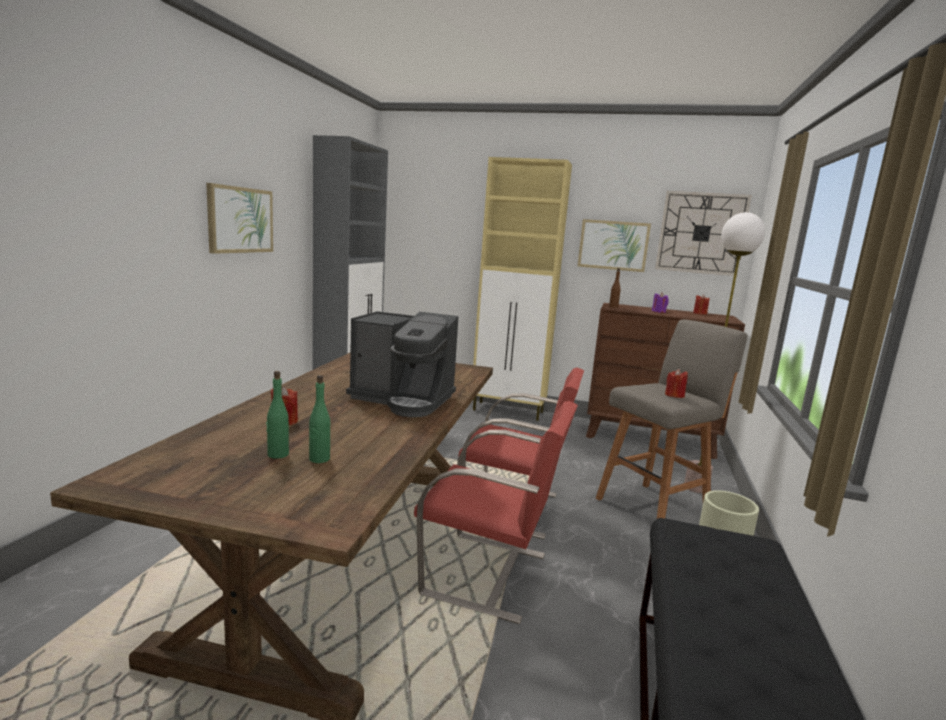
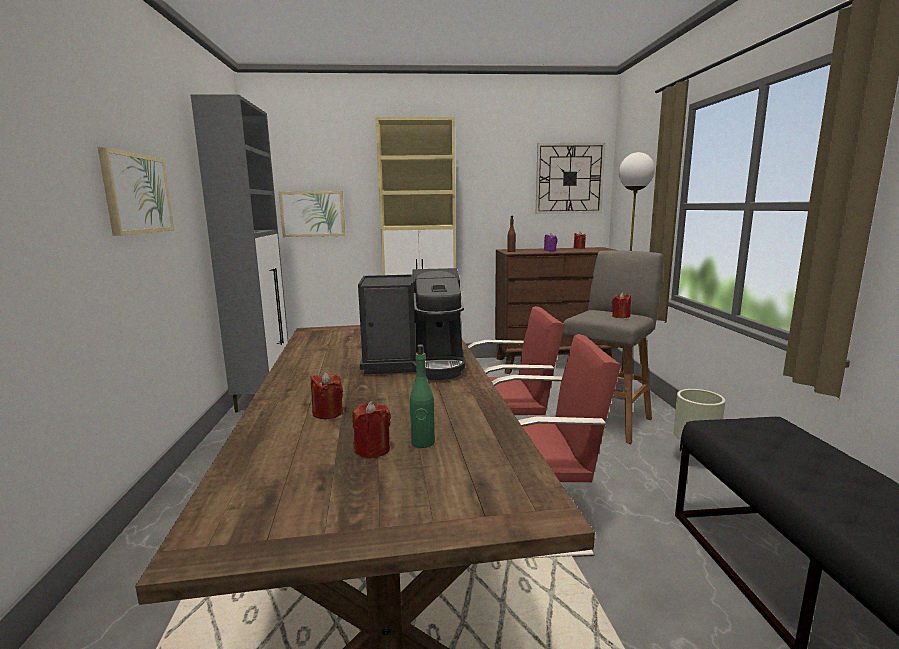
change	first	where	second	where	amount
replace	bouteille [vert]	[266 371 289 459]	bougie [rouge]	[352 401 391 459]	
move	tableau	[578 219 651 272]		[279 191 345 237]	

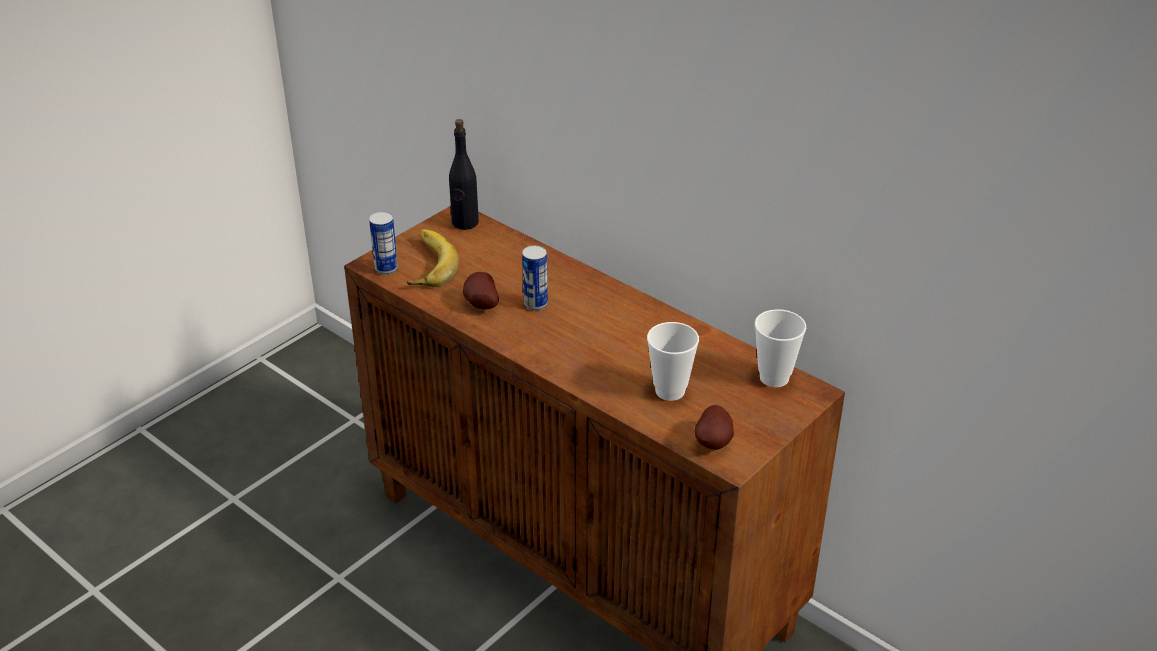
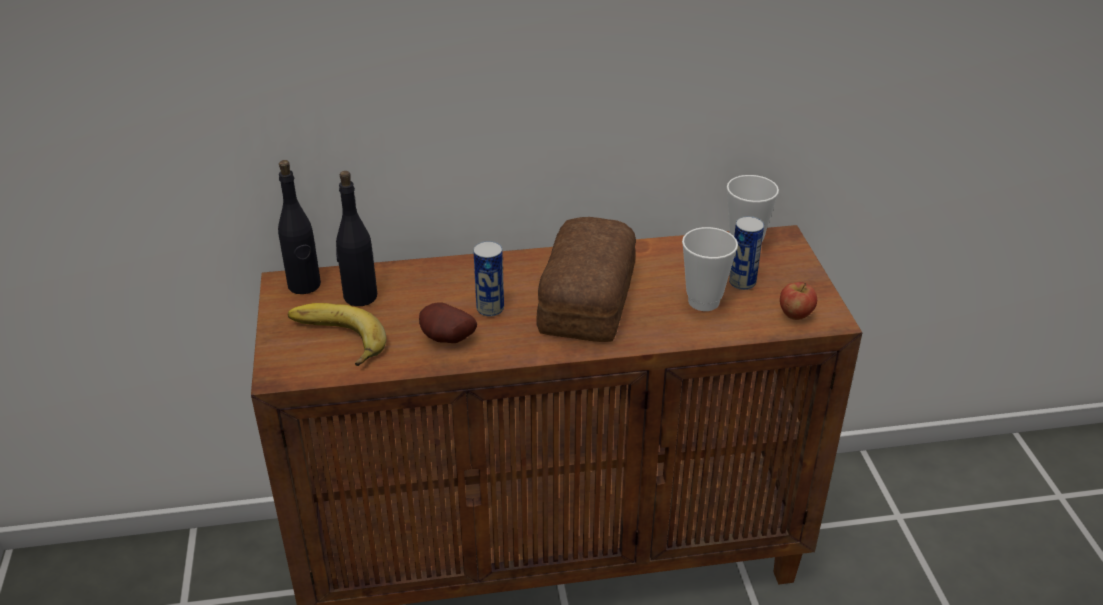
change	first	where	second	where	amount
move	boîte métallique	[369 211 398 275]		[729 216 764 290]	
replace	pomme de terre	[695 405 734 450]	pomme	[780 282 817 320]	
insert			bouteille [noir]	[336 171 377 306]	
insert			pain	[536 217 636 342]	

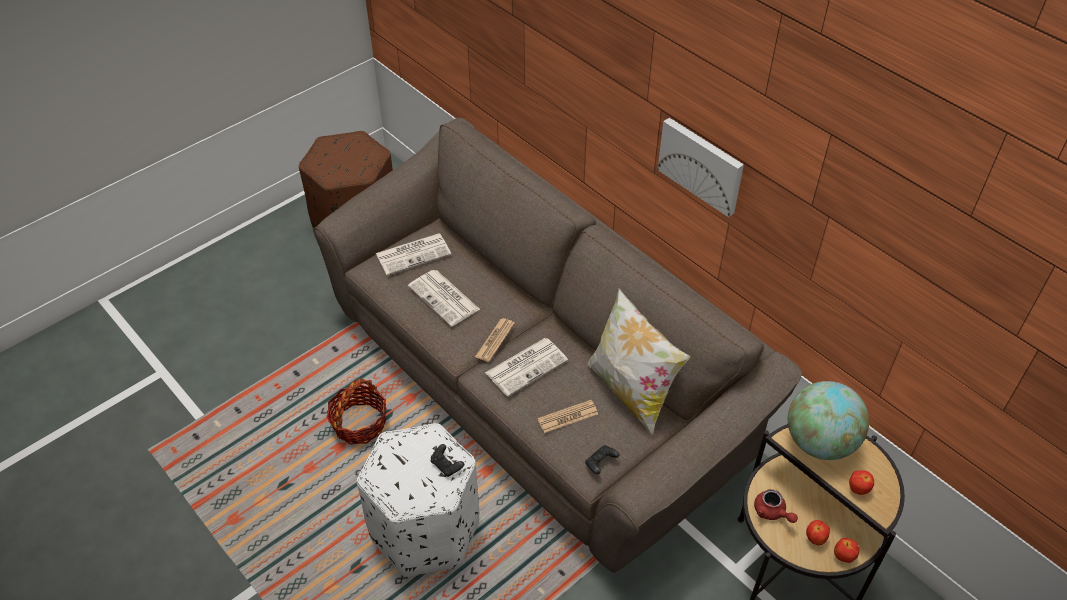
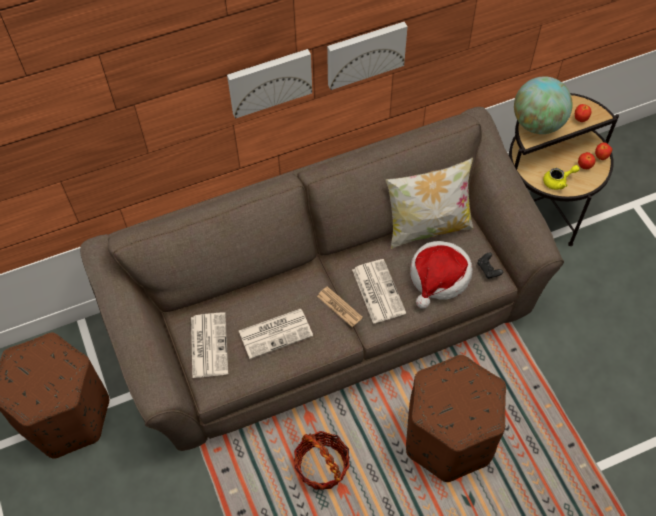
change	first	where	second	where	amount
recolor	pouf [blanc]	[357 423 479 577]	pouf [marron]	[406 355 506 482]	
delete	manette [noir]	[431 444 464 477]			
replace	journal	[537 400 598 433]	chapeau	[410 241 473 309]	
recolor	théière [rouge]	[754 489 798 523]	théière [jaune]	[543 165 580 190]	
insert			tableau	[227 49 312 119]	

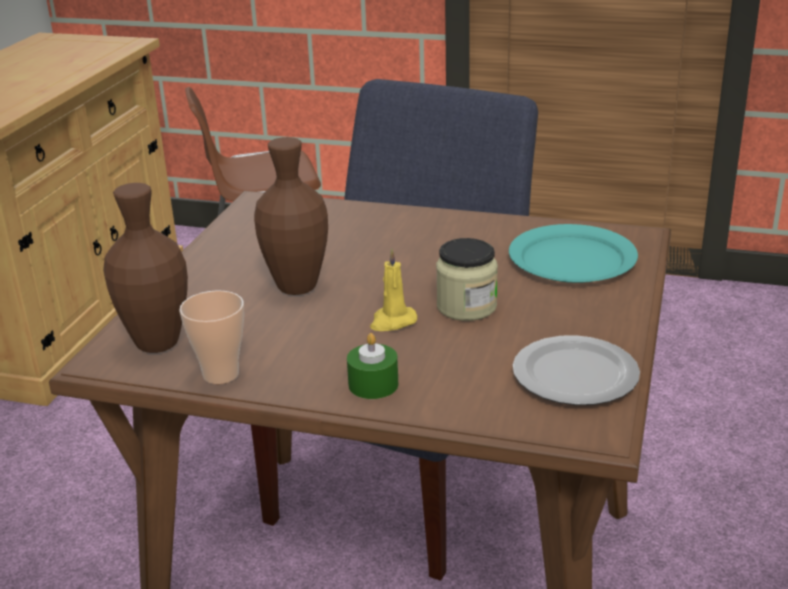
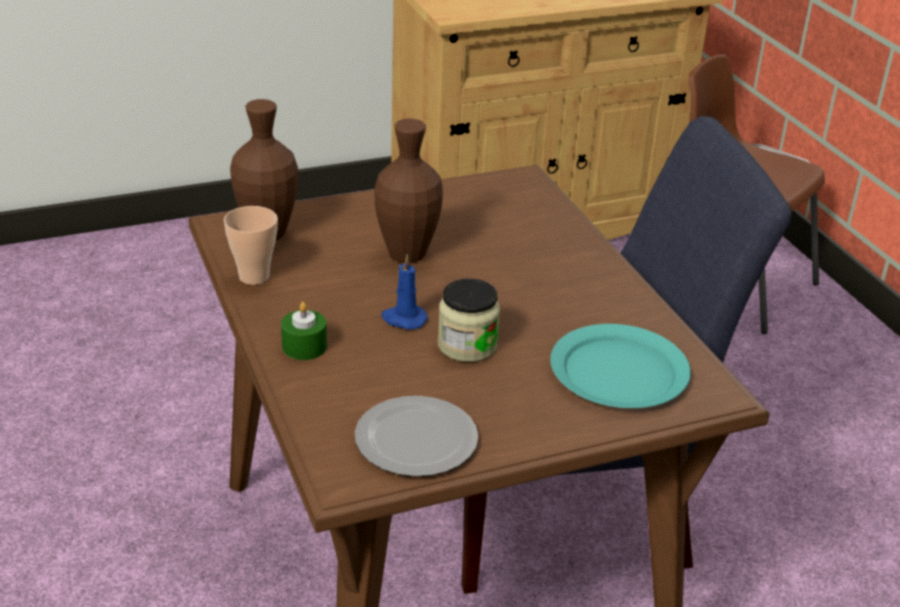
change	first	where	second	where	amount
recolor	bougie [jaune]	[370 248 417 331]	bougie [bleu]	[382 254 428 330]	

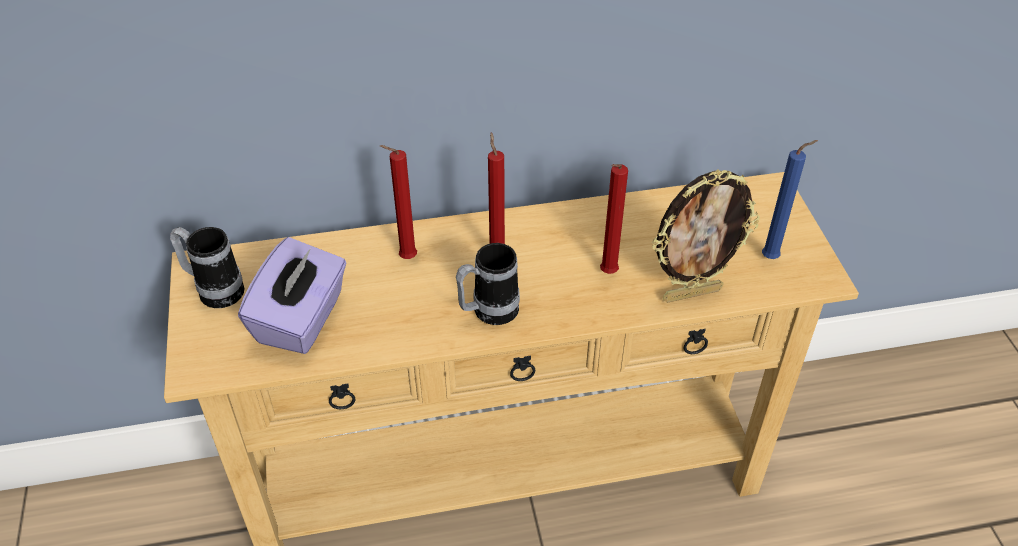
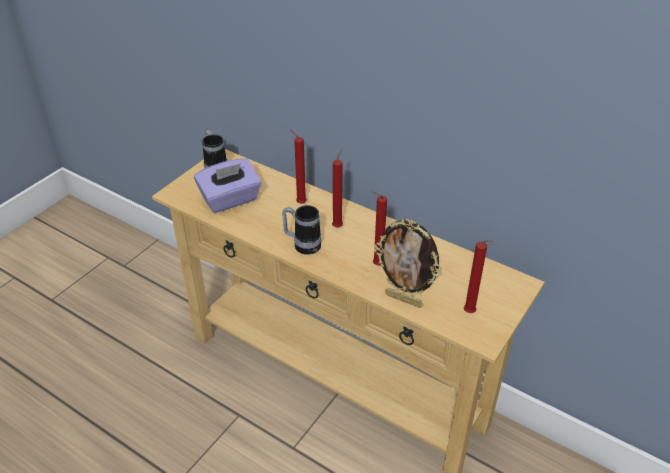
change	first	where	second	where	amount
recolor	bougie [bleu]	[762 140 818 259]	bougie [rouge]	[464 240 494 313]	

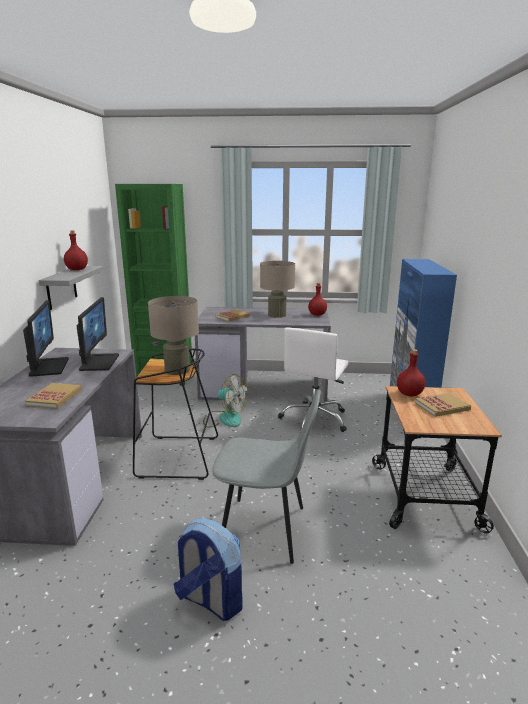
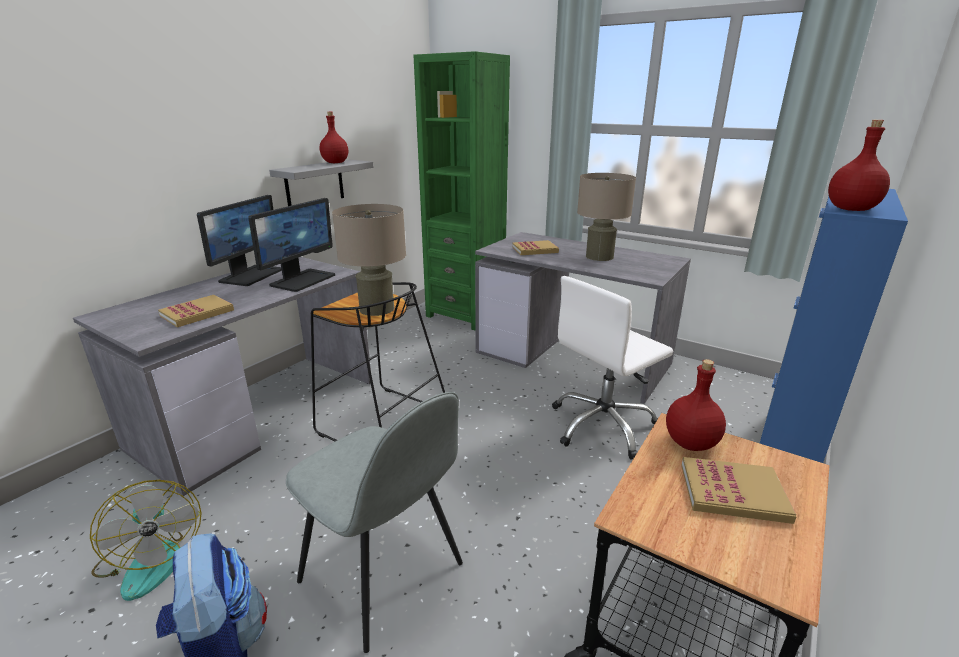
change	first	where	second	where	amount
move	ventilateur	[203 374 248 427]		[90 480 202 601]	
move	bouteille [rouge]	[308 283 327 316]		[828 120 890 211]	

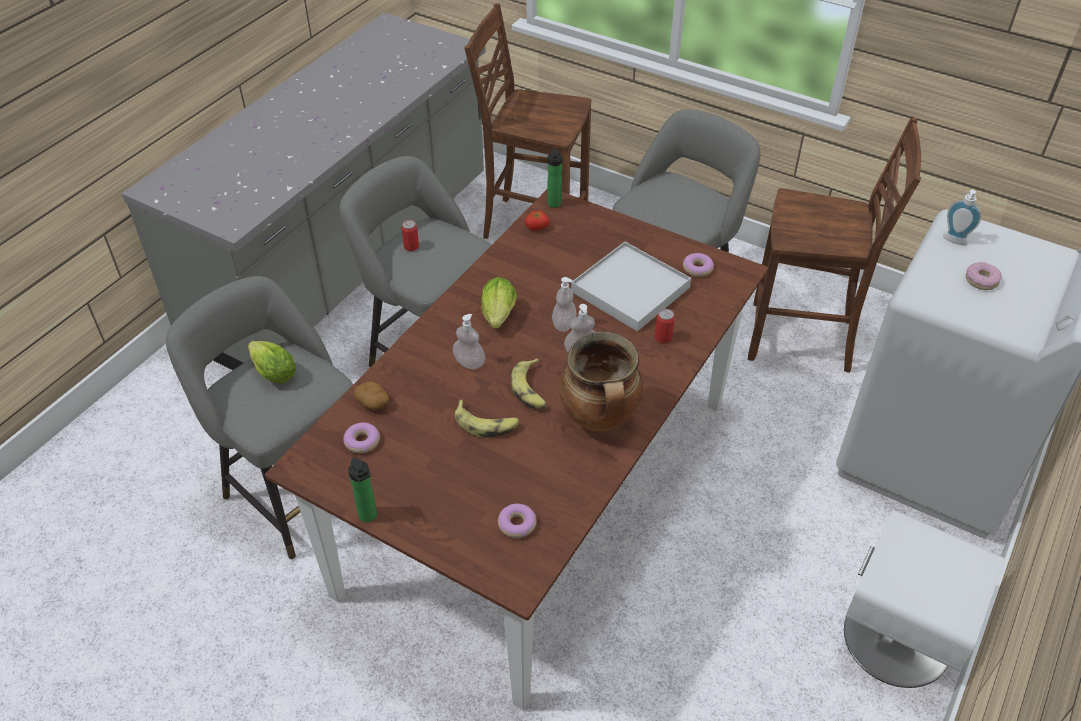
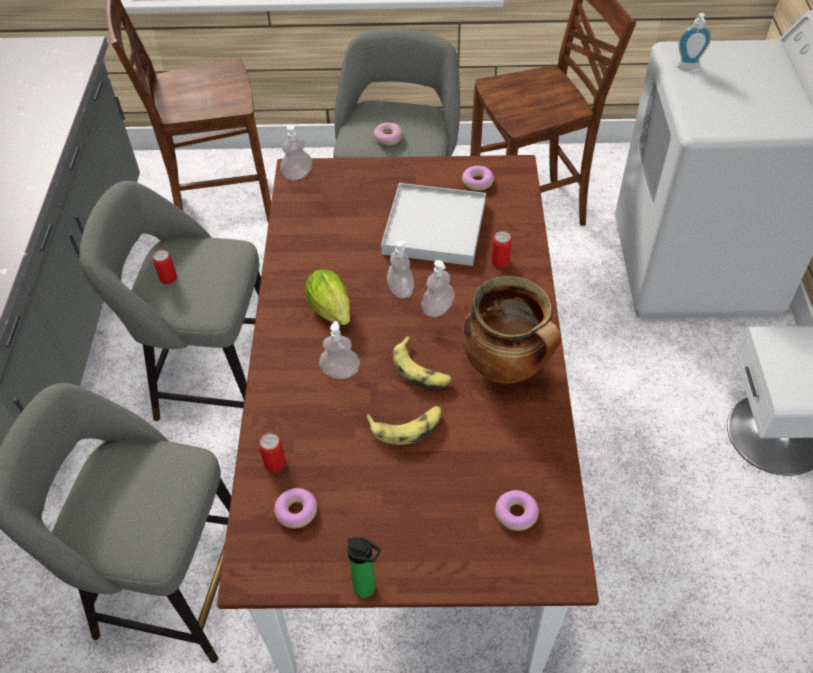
change	first	where	second	where	amount
delete	laitue	[248 341 297 383]			
replace	pomme de terre	[354 381 389 410]	boîte métallique	[259 433 286 472]	
delete	tomate	[525 210 550 231]			
replace	bouteille	[547 148 562 208]	distributeur de savon	[280 124 312 180]	
move	beignet	[966 262 1002 290]		[374 122 402 146]	

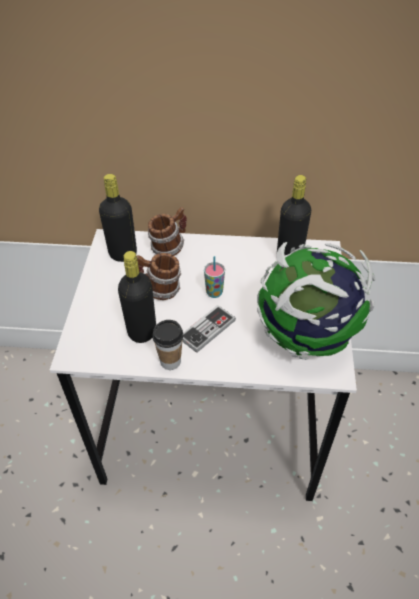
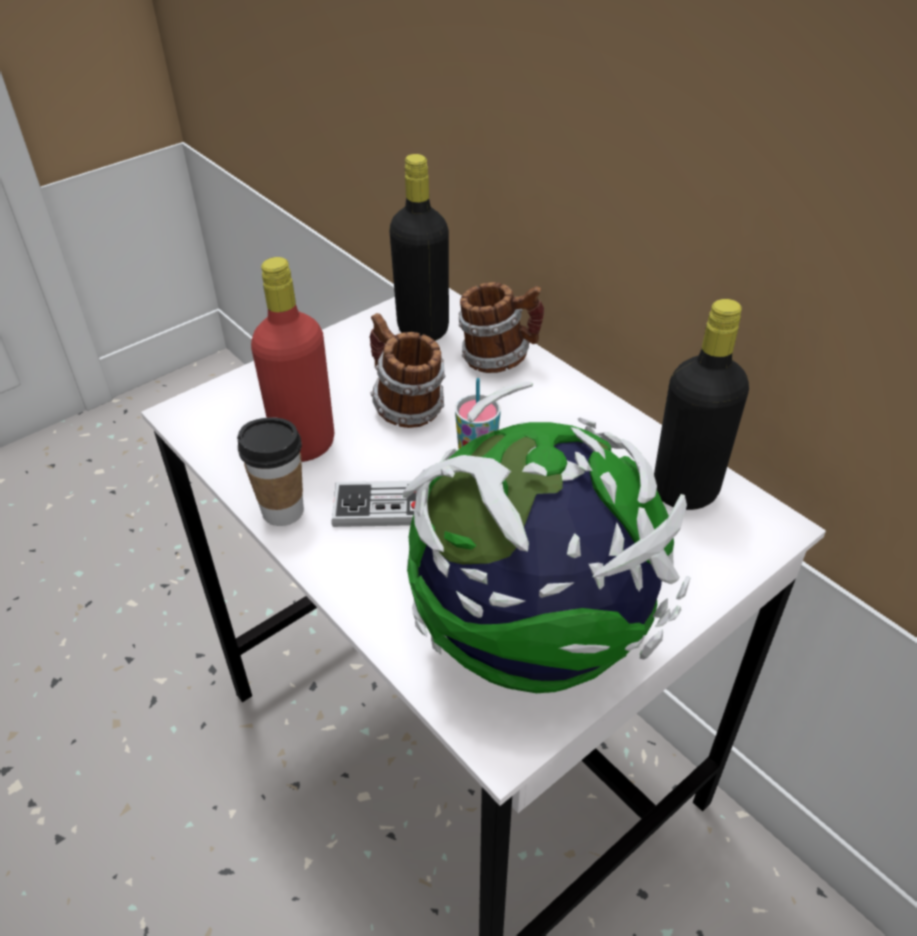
change	first	where	second	where	amount
recolor	bouteille [noir]	[118 251 156 343]	bouteille [rouge]	[251 257 334 462]	

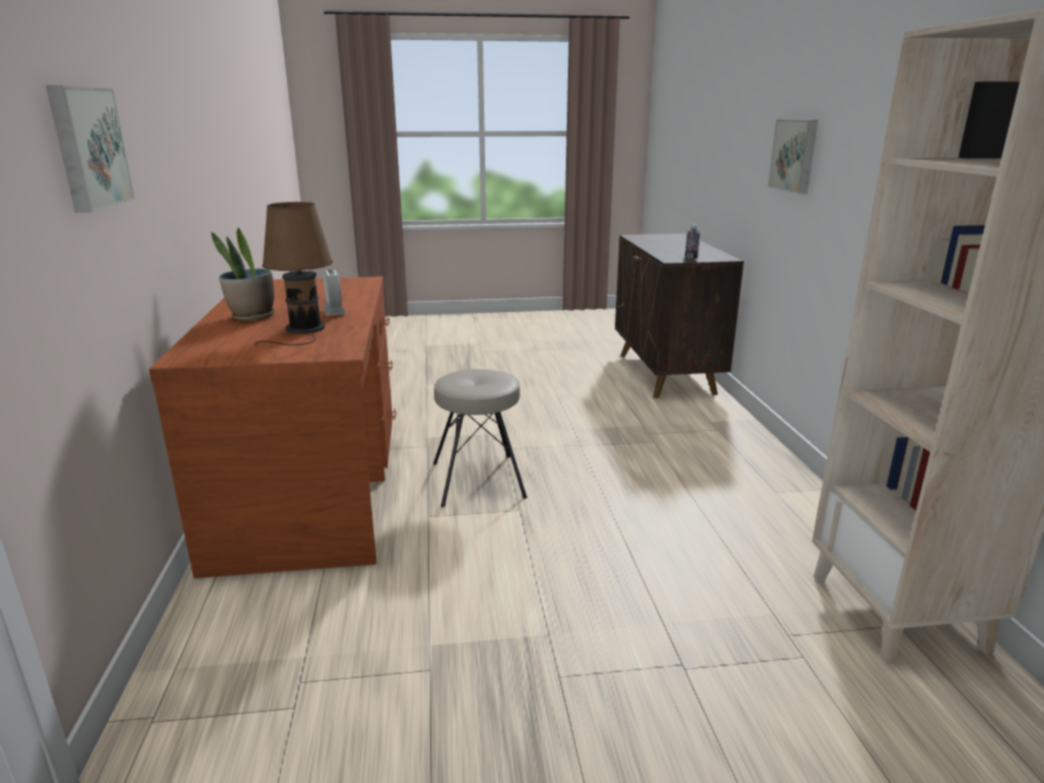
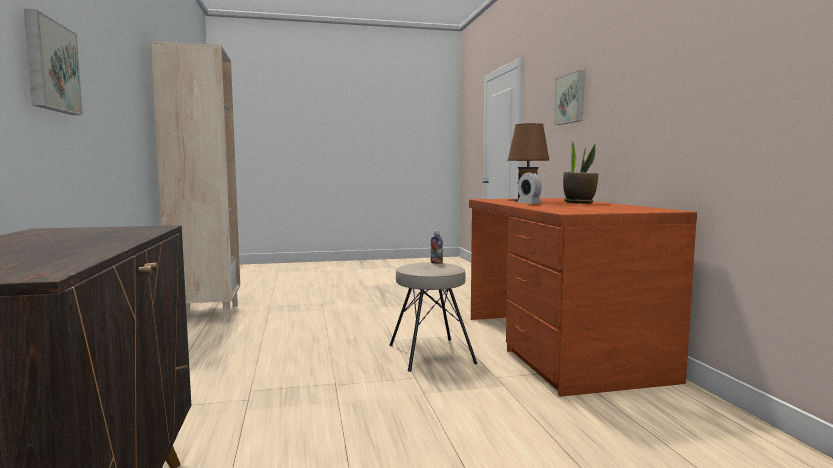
change	first	where	second	where	amount
move	bouteille	[685 224 700 259]		[431 231 443 264]	

